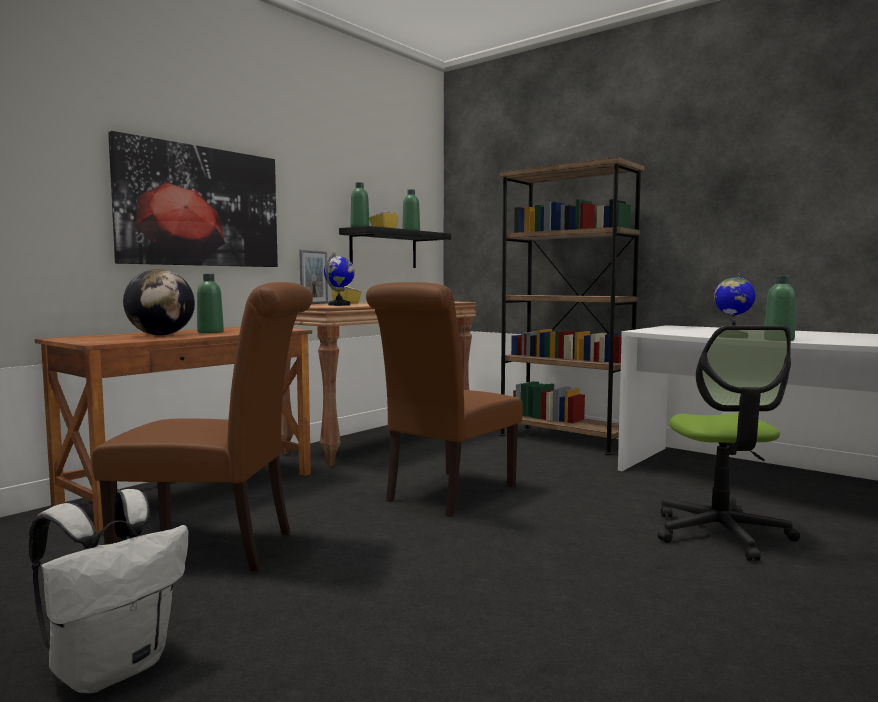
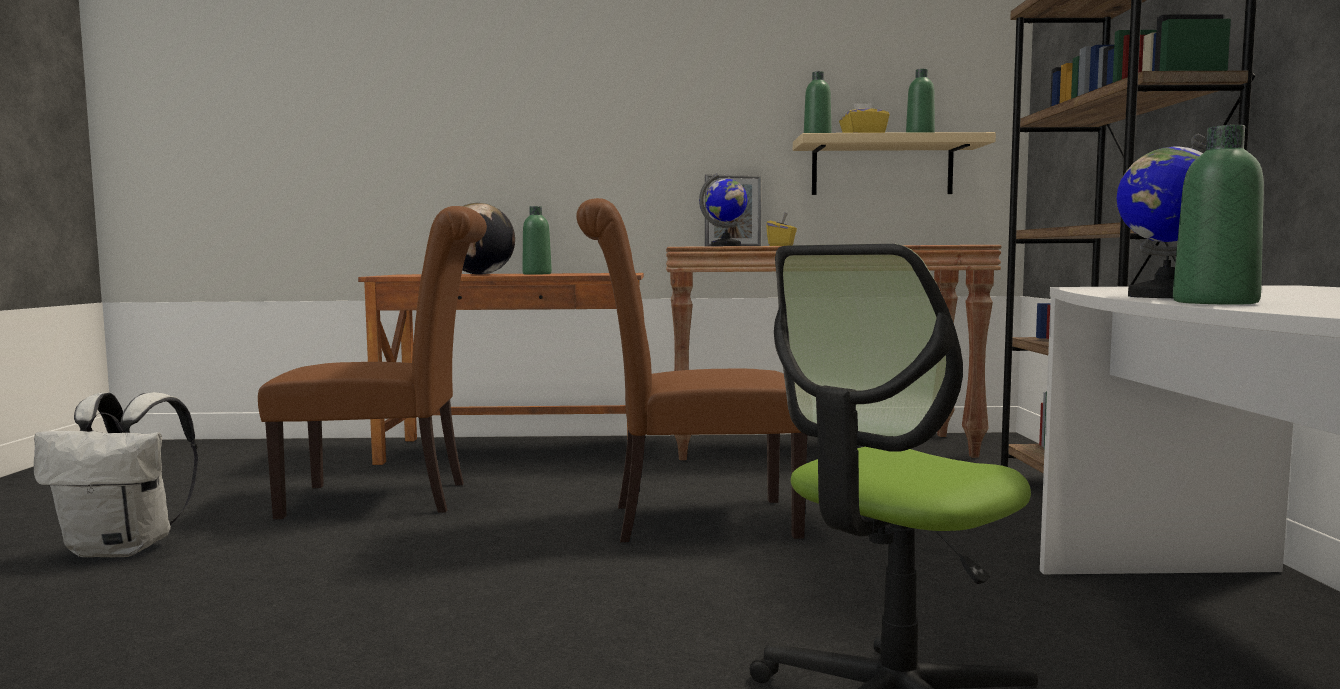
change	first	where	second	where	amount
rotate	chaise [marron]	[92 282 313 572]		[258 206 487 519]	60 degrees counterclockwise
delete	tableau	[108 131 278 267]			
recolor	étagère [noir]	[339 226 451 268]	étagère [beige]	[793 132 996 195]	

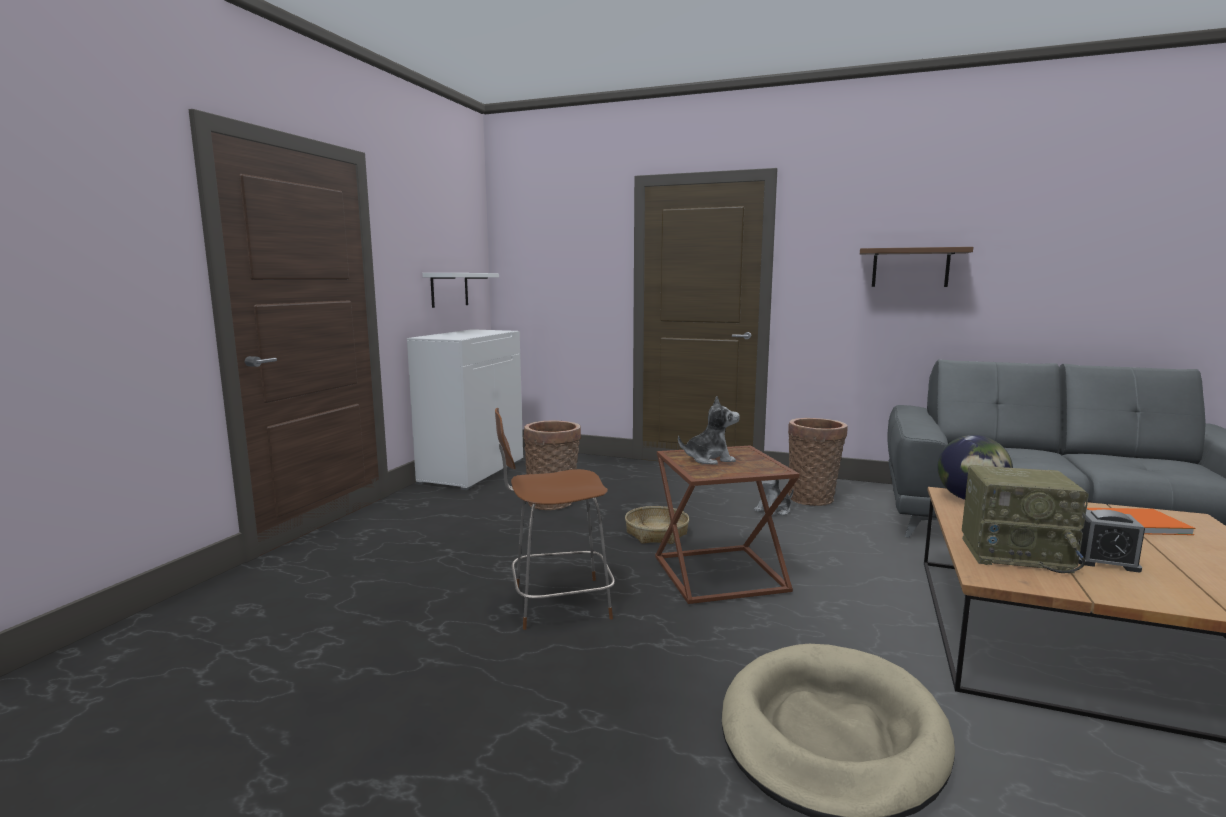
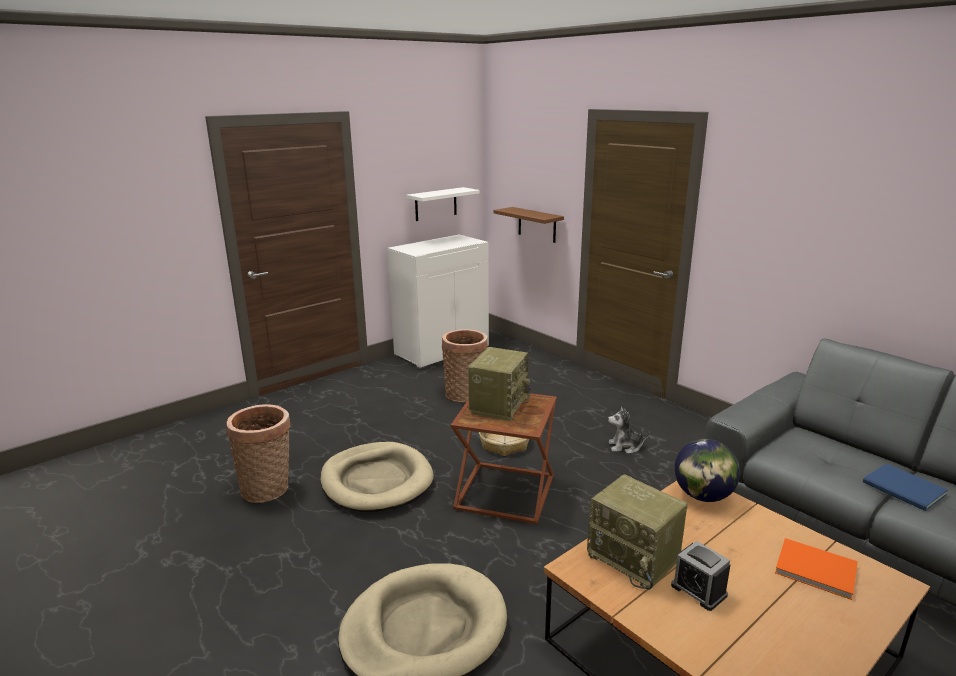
change	first	where	second	where	amount
replace	tabouret [marron]	[495 408 615 630]	panier pour chien [beige]	[320 442 434 512]	
replace	peluche	[678 396 740 465]	radio	[468 347 531 421]	
move	panier	[788 418 848 506]		[227 404 291 503]	
move	étagère [marron]	[860 247 973 287]		[494 207 564 243]	
insert			livre [bleu]	[863 463 948 511]	

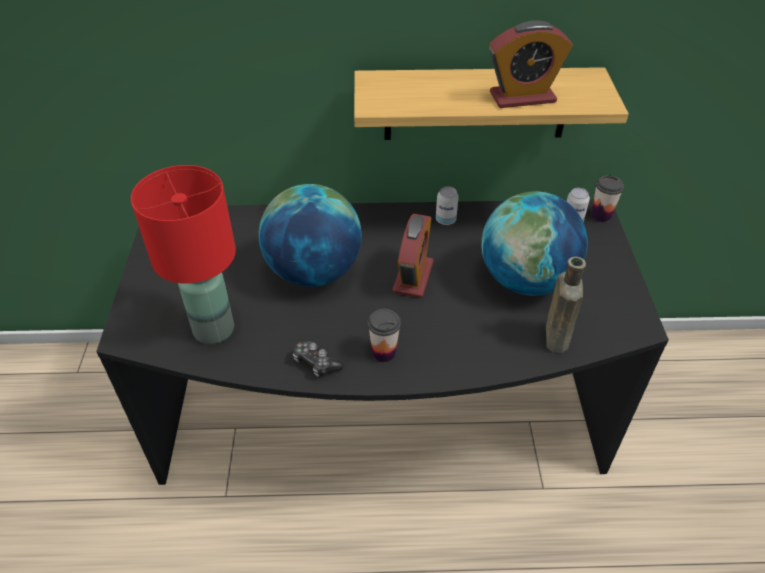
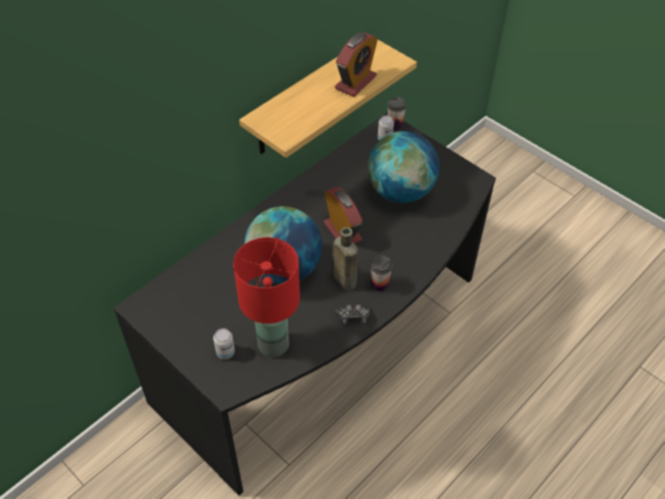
change	first	where	second	where	amount
move	boîte métallique	[436 186 459 225]		[213 328 235 359]	
move	bouteille [marron]	[546 257 586 354]		[333 227 358 290]	

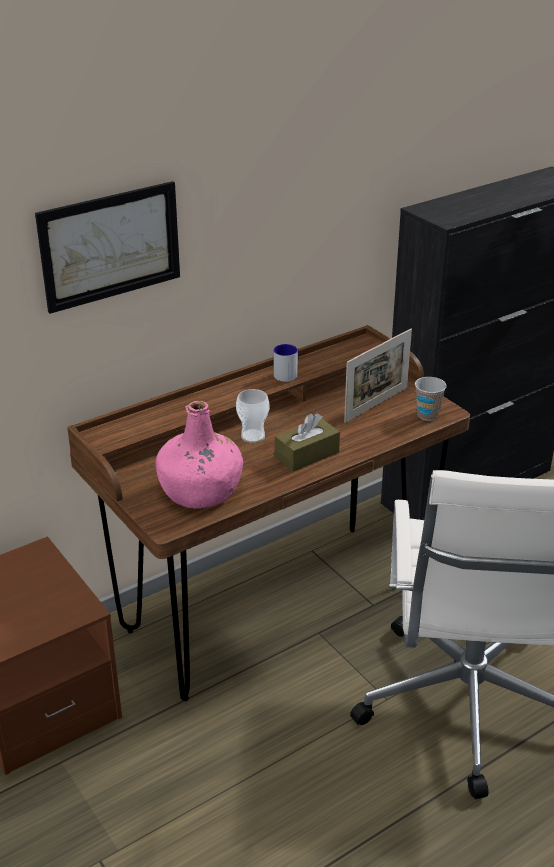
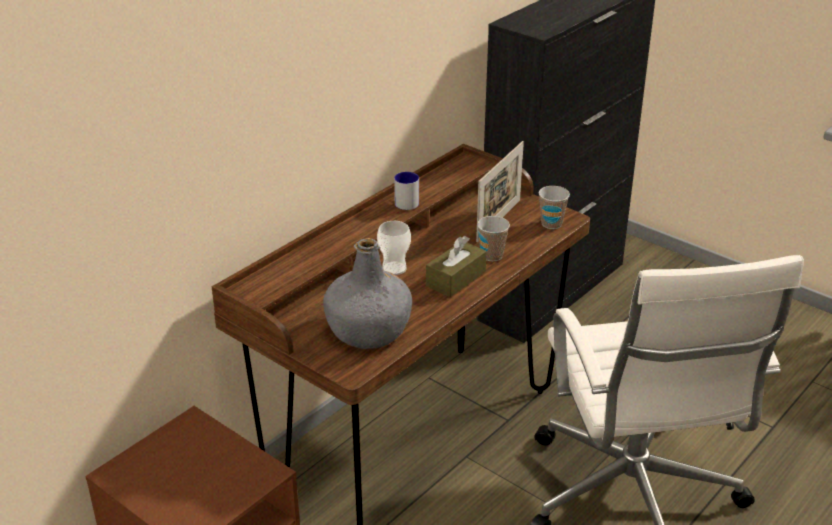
change	first	where	second	where	amount
delete	tableau	[35 181 180 314]			
recolor	bouteille [rose]	[156 401 243 509]	bouteille [gris]	[323 238 412 349]	
insert			tasse	[477 216 510 262]	

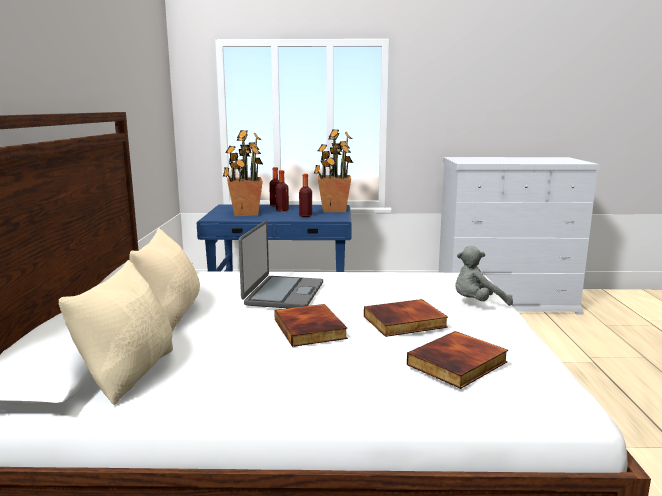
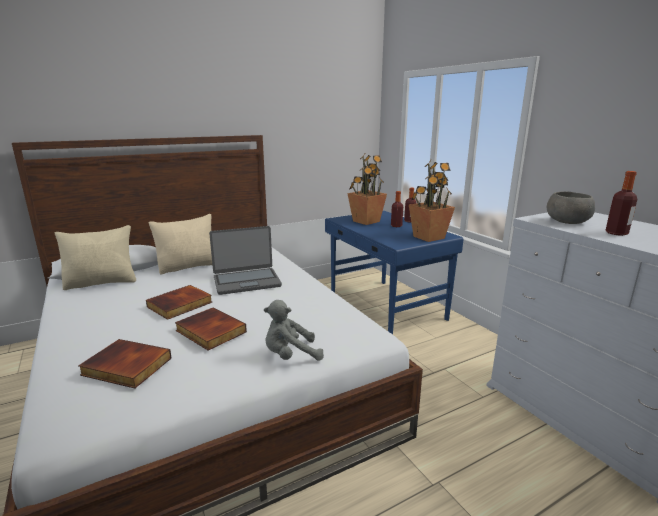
change	first	where	second	where	amount
move	bouteille	[299 174 312 217]		[606 171 637 236]	
rotate	peluche [gris]	[455 246 513 306]		[264 300 324 361]	60 degrees counterclockwise
insert			bol [gris]	[547 191 595 224]	

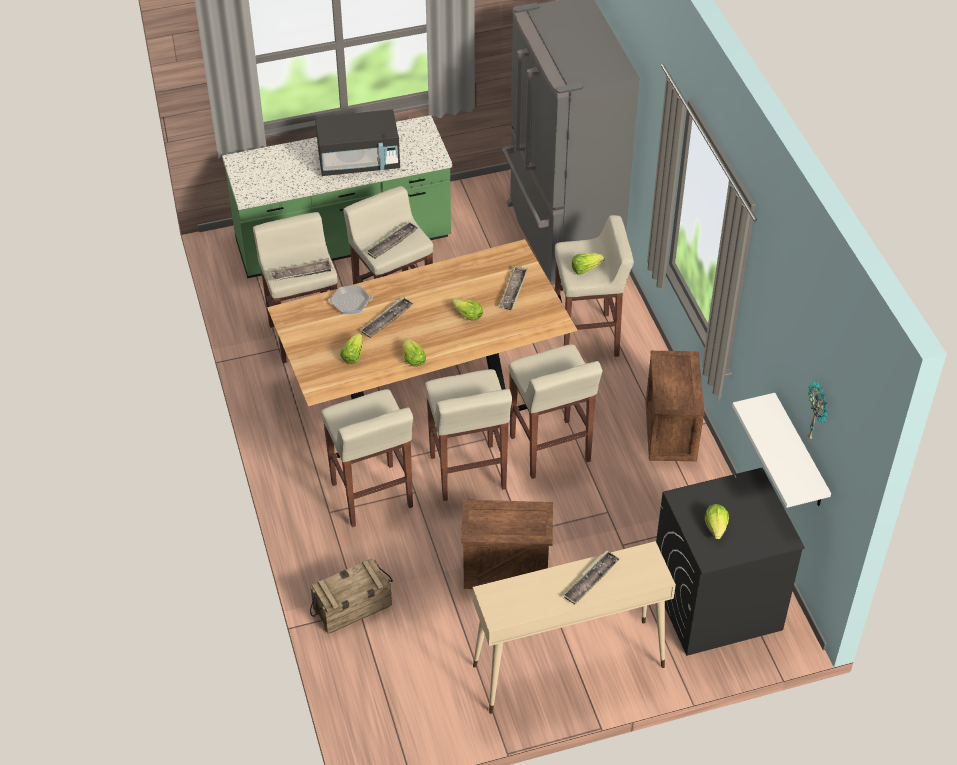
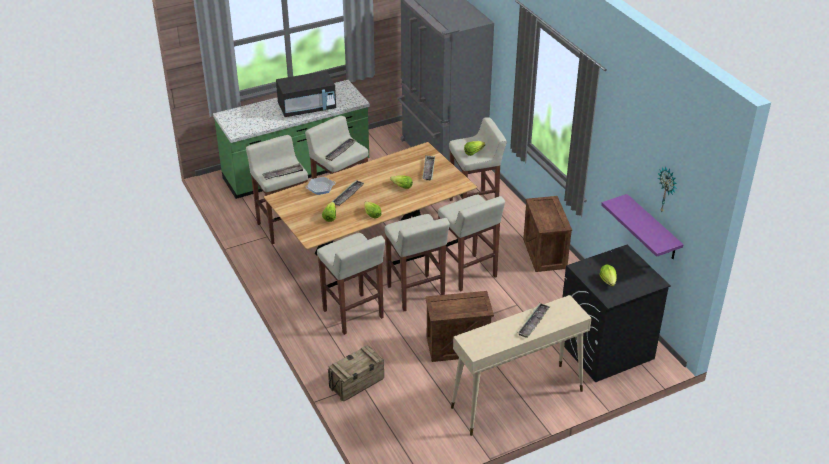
change	first	where	second	where	amount
recolor	étagère [blanc]	[732 393 831 508]	étagère [violet]	[601 194 684 259]	

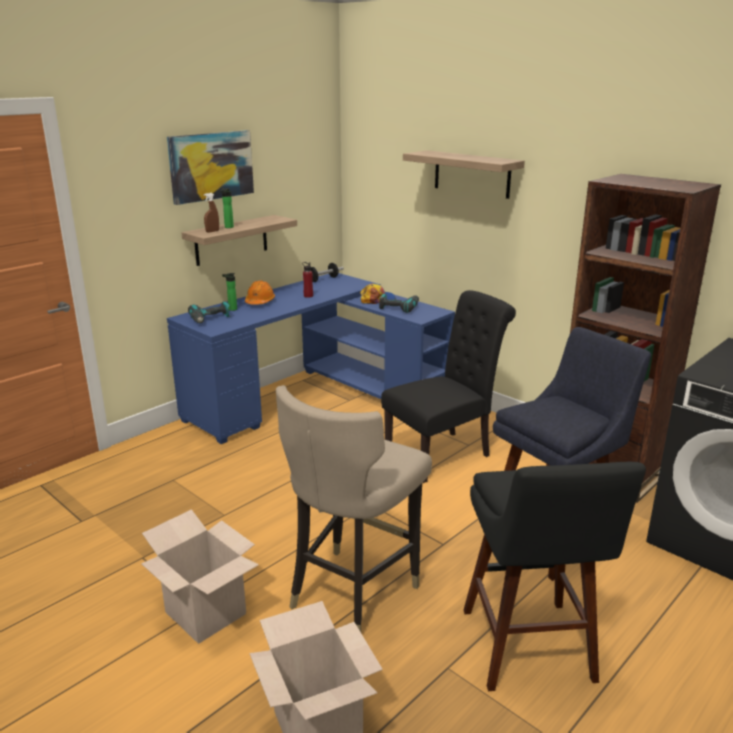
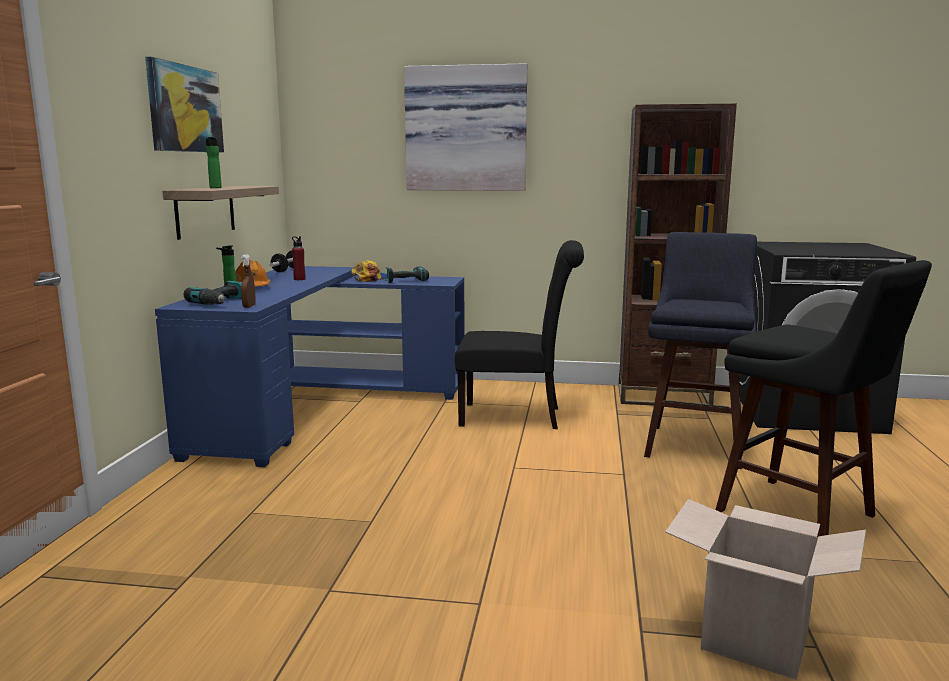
change	first	where	second	where	amount
delete	carton	[141 509 259 644]			
move	vaporisateur [marron]	[204 193 219 233]		[241 254 256 308]	
delete	tabouret [beige]	[276 385 432 632]			
rotate	chaise [noir]	[381 290 516 483]		[455 240 584 429]	75 degrees clockwise
replace	étagère	[403 150 525 199]	tableau	[404 63 527 191]	

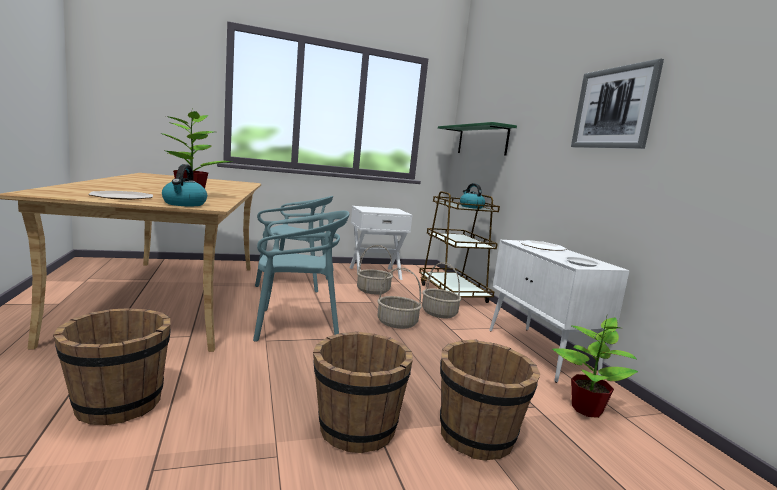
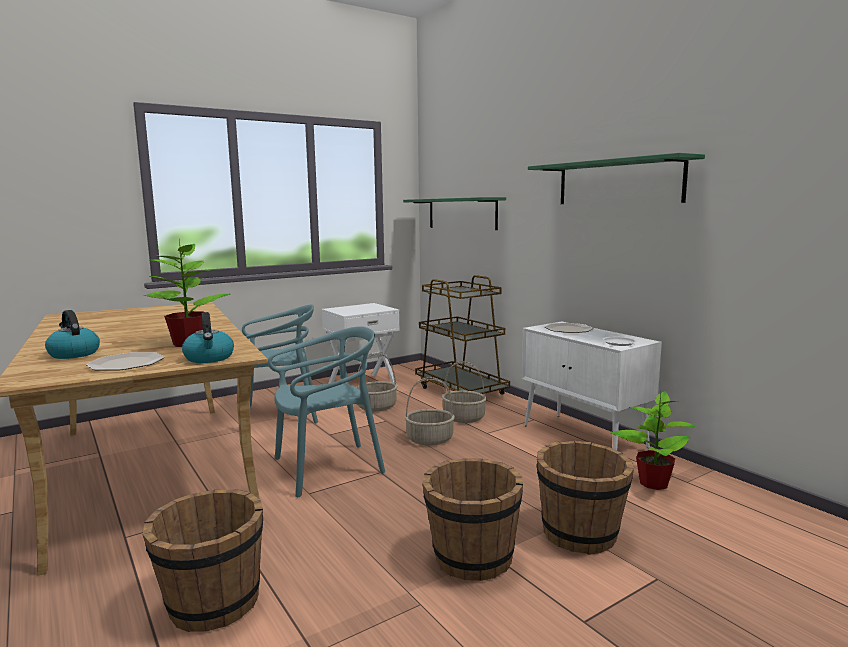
change	first	where	second	where	amount
move	bouilloire	[460 183 485 209]		[45 310 100 359]	
replace	tableau	[571 58 664 149]	étagère [vert]	[528 153 705 204]	

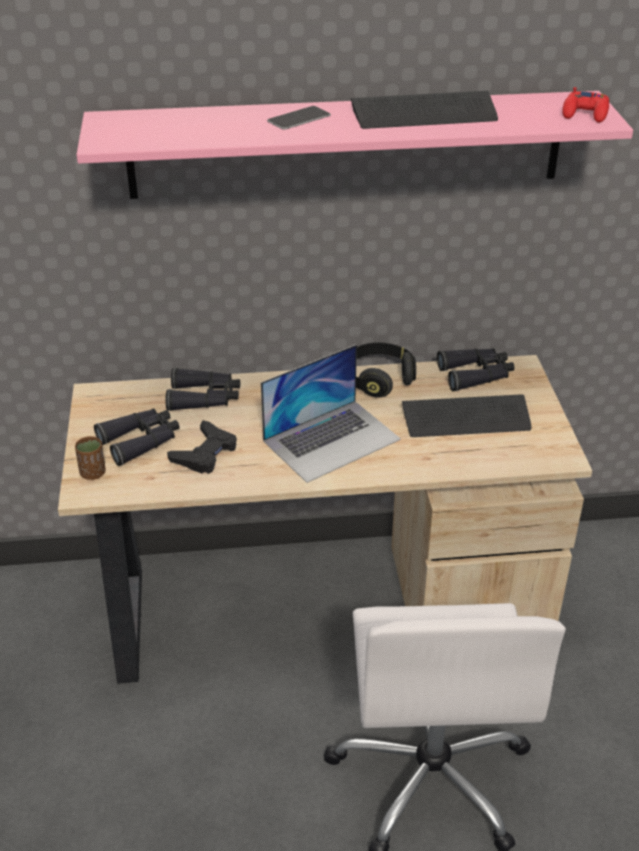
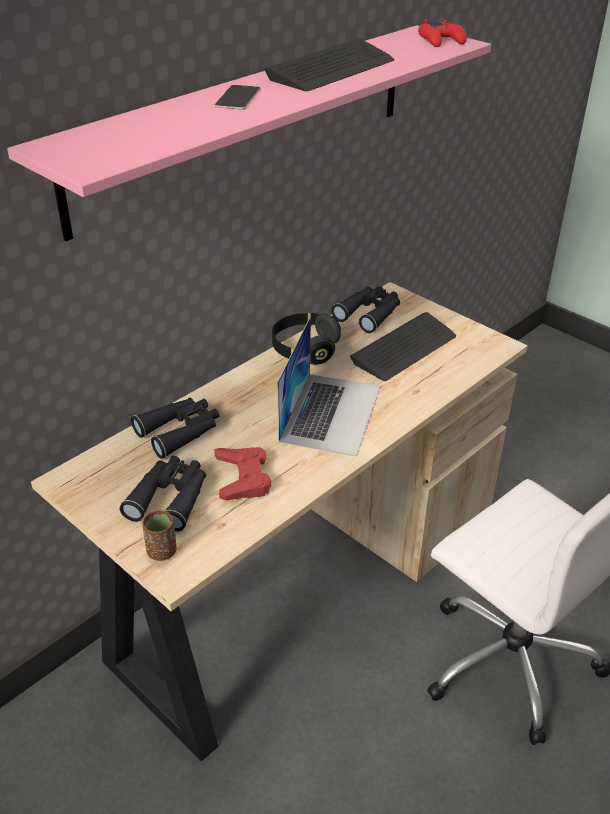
change	first	where	second	where	amount
recolor	manette [noir]	[167 420 237 474]	manette [rouge]	[214 447 271 501]	

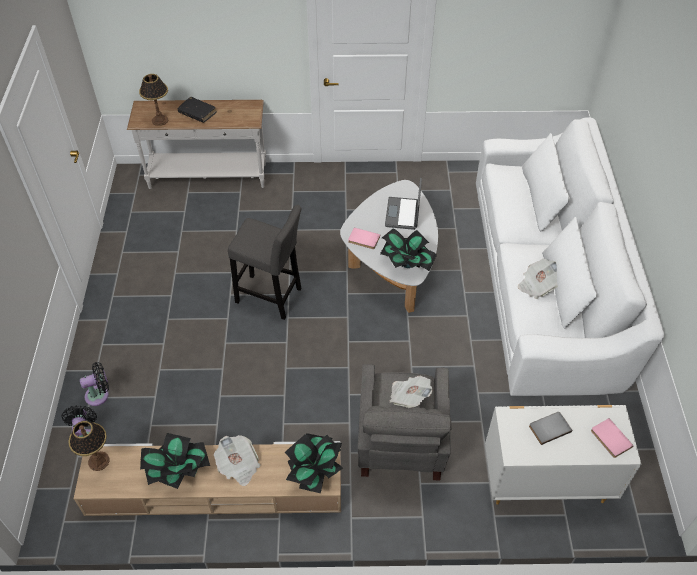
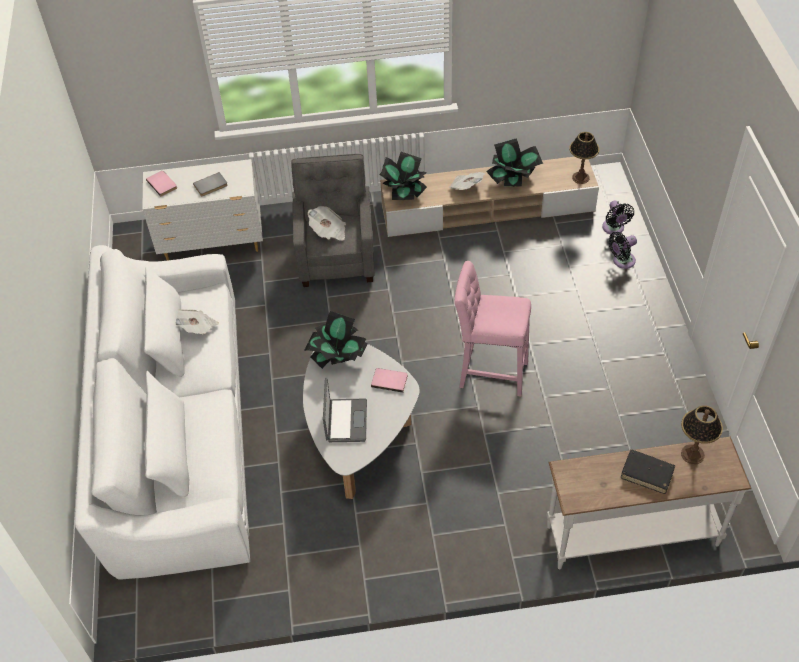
change	first	where	second	where	amount
recolor	tabouret [gris]	[228 205 302 320]	tabouret [rose]	[454 261 531 397]	

